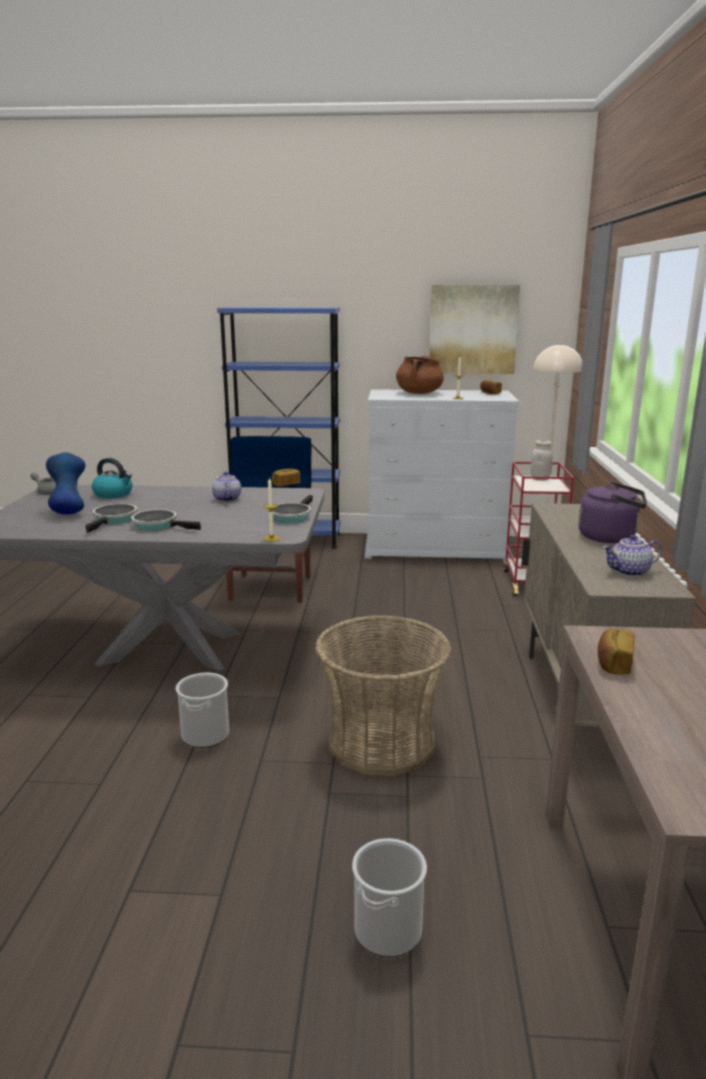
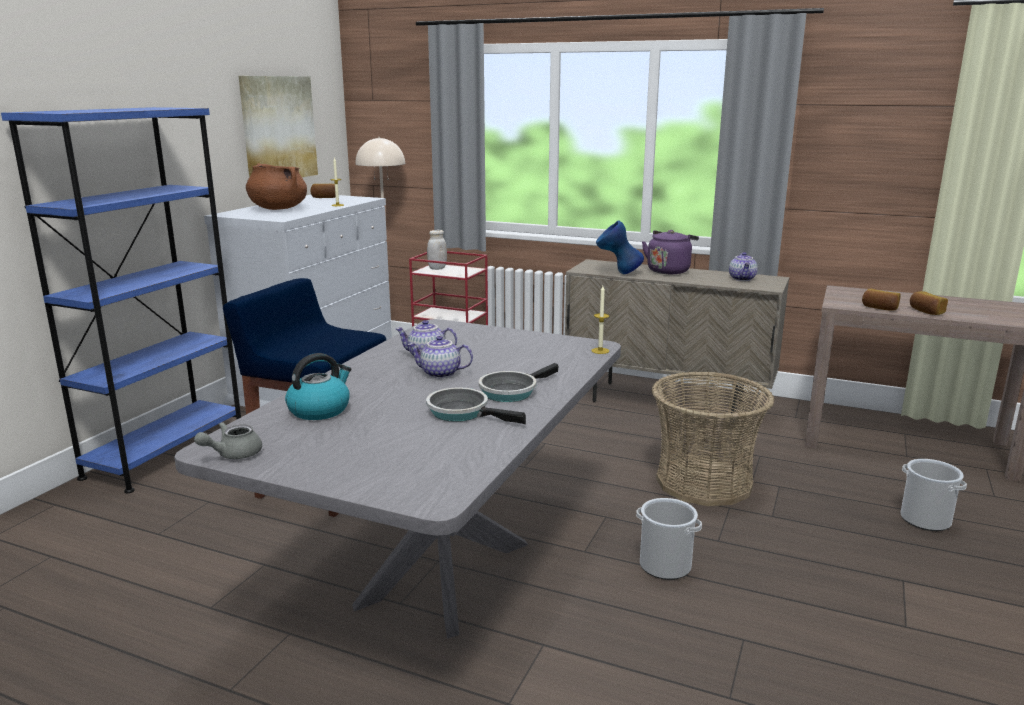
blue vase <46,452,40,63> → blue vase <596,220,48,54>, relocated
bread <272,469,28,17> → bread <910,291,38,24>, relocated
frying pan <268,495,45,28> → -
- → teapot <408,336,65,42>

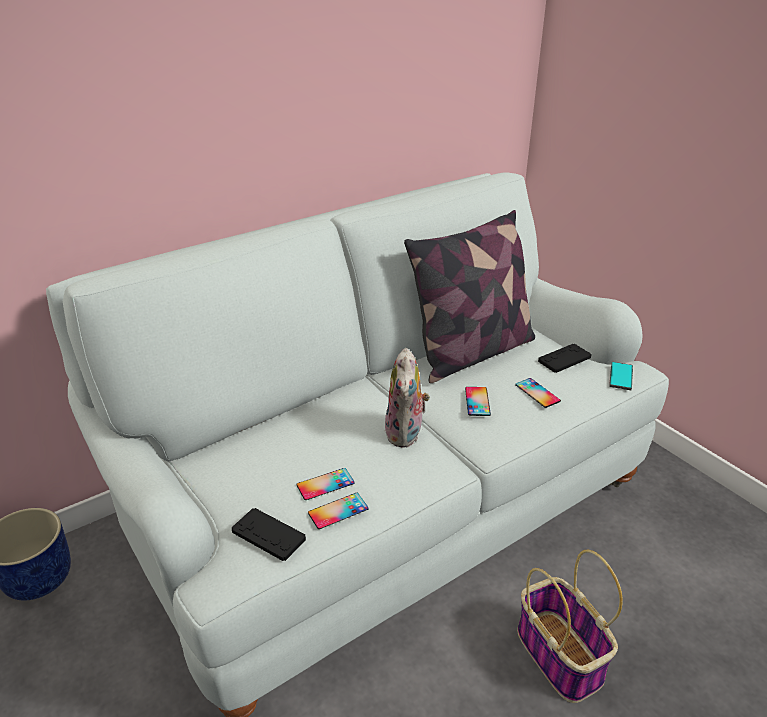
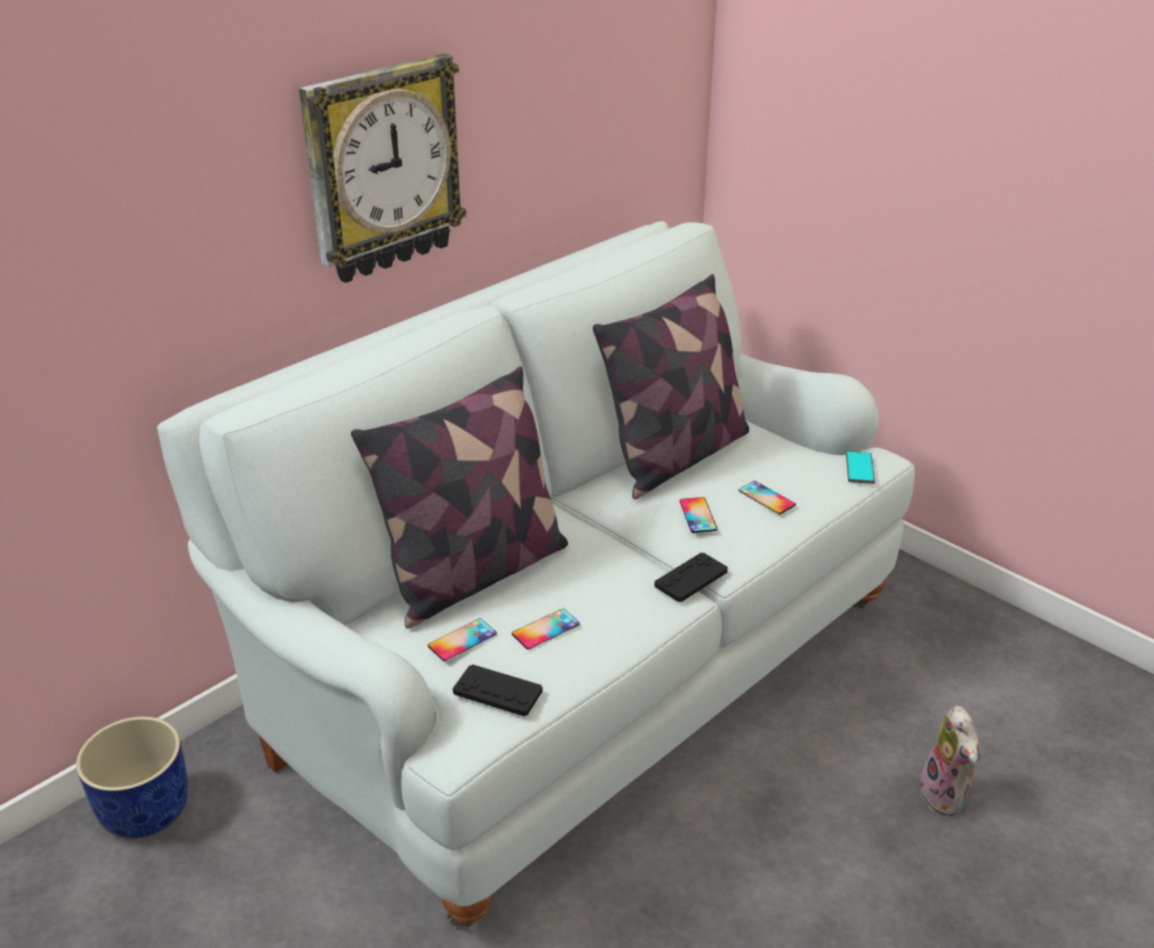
black game controller <538,344,53,29> → black game controller <655,553,73,49>, relocated
plush toy <384,348,46,100> → plush toy <920,706,61,110>, relocated
phone <308,493,60,36> → phone <428,618,69,43>, relocated
basket <517,550,106,153> → -
- → wall clock <299,53,167,230>
- → pillow <351,366,217,263>

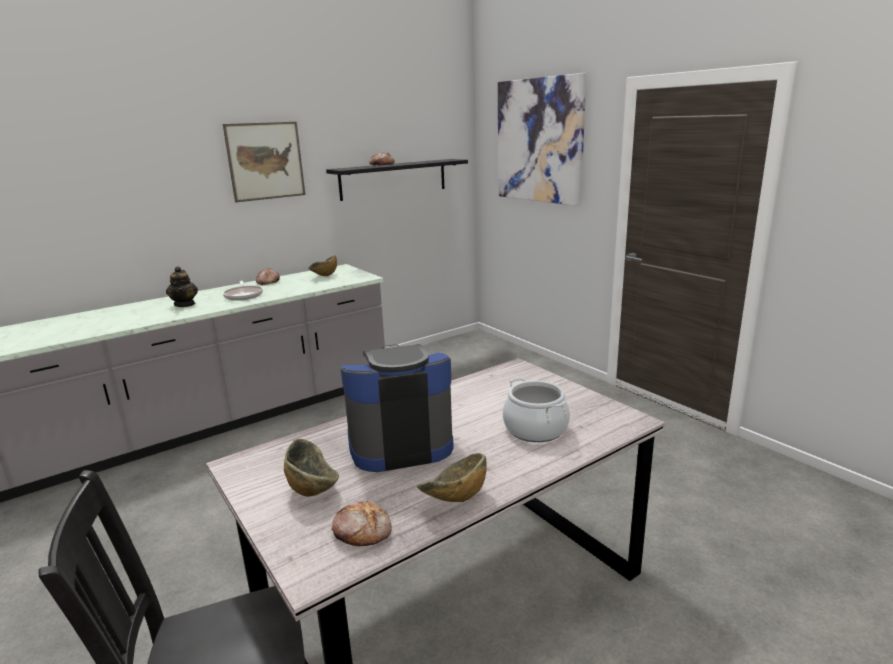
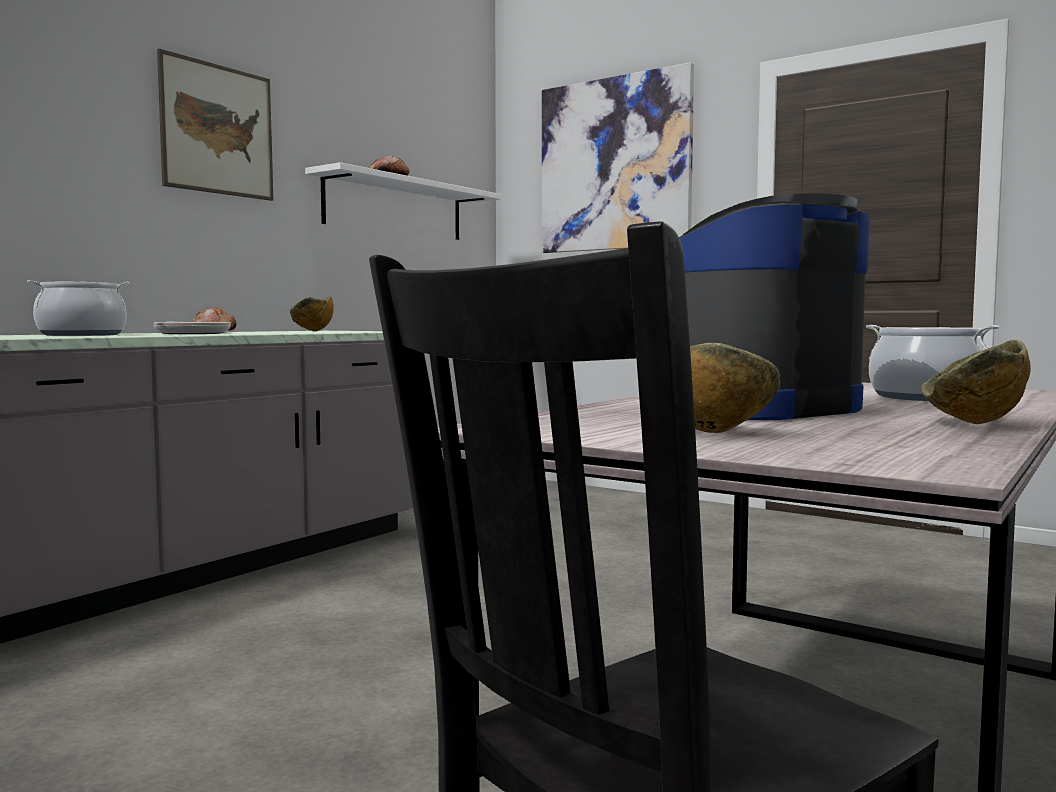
black shelf <326,159,142,42> → white shelf <305,162,196,78>
teapot <166,266,32,41> → cooking pot <27,280,102,56>
bread <332,500,60,46> → -

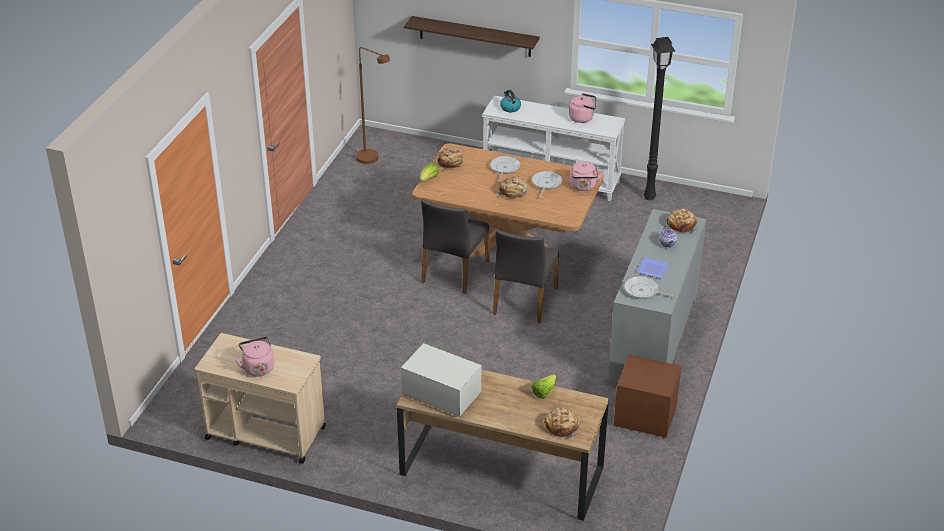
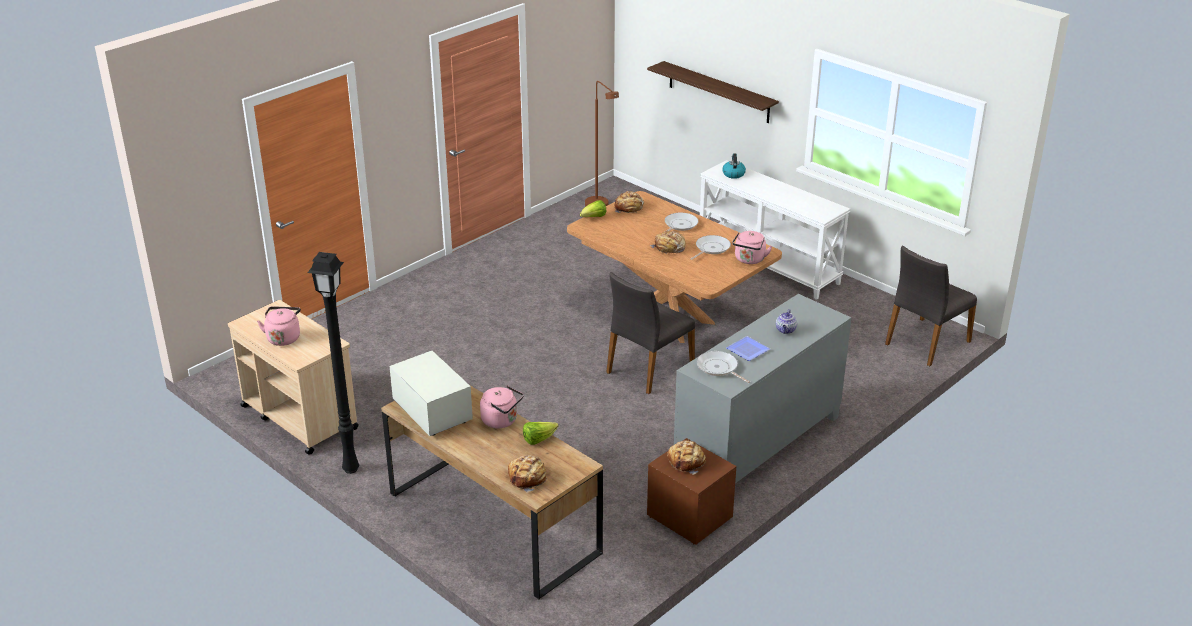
black floor lamp <644,37,32,163> → black floor lamp <307,252,52,222>, relocated
pink kettle <569,93,27,30> → pink kettle <480,385,44,43>, relocated
grey chair <421,199,69,95> → grey chair <885,246,92,120>, relocated
bread <666,209,31,23> → bread <667,440,39,35>, relocated

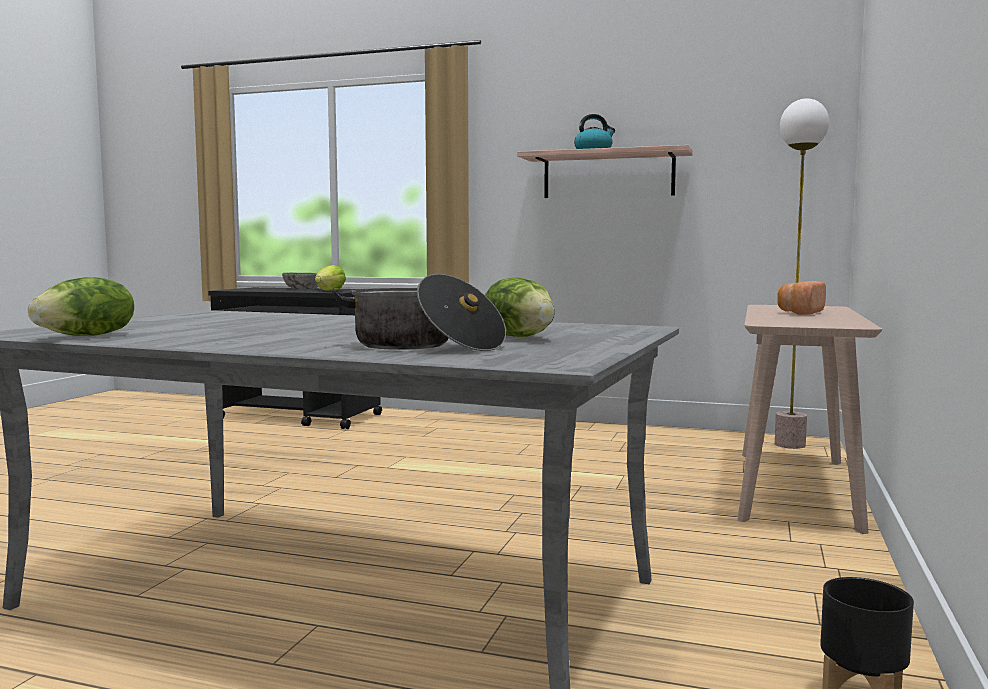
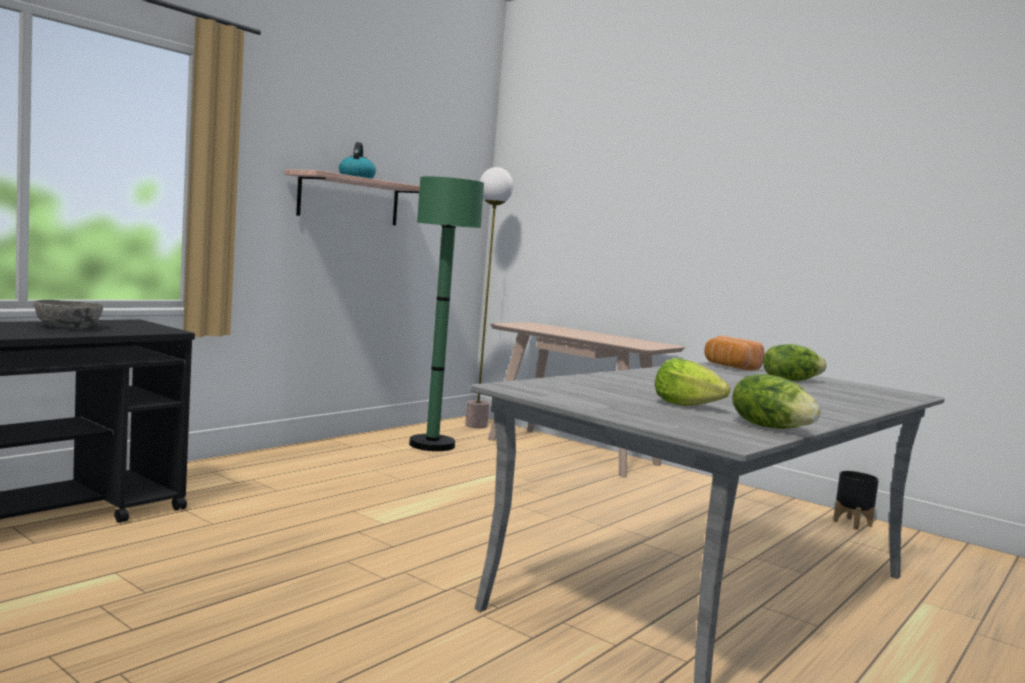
lettuce <315,265,31,26> → lettuce <655,358,75,48>, relocated
cooking pot <331,274,175,77> → -
bread <777,281,49,34> → bread <704,336,61,34>, relocated
- → green floor lamp <409,176,75,275>

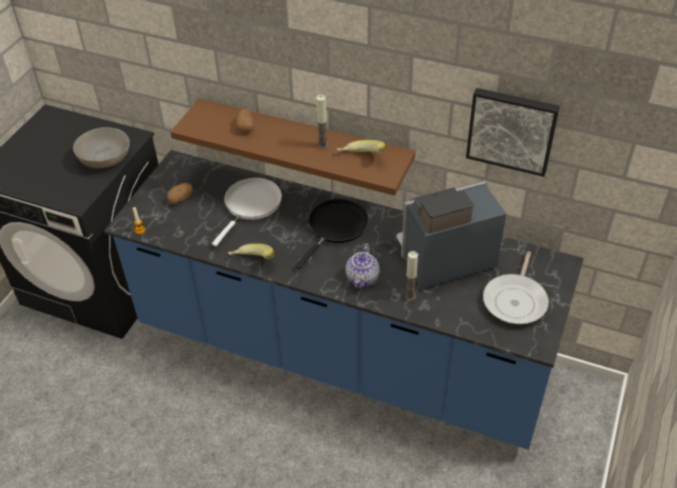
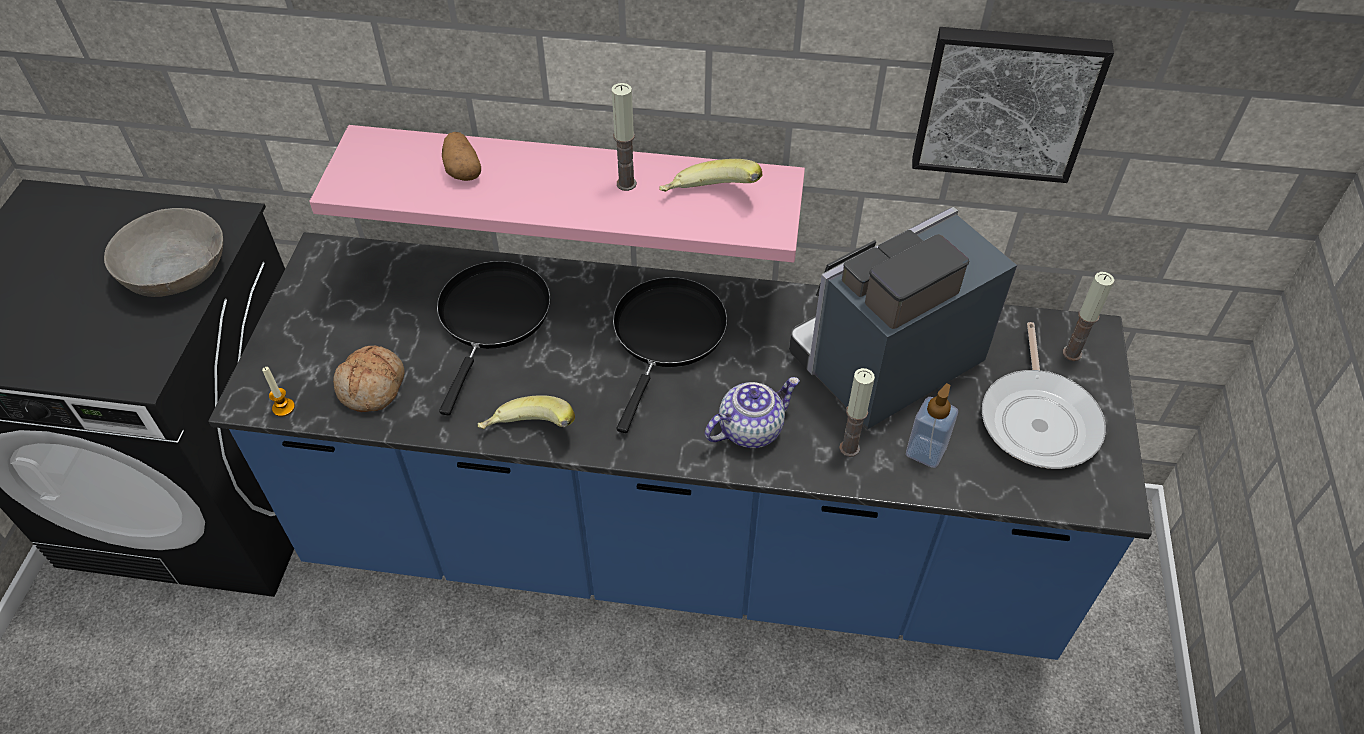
brown shelf <170,99,245,97> → pink shelf <309,125,496,138>
white frying pan <212,177,70,69> → black frying pan <437,261,114,154>
potato <167,183,26,21> → -
teapot <346,244,34,45> → teapot <705,377,95,71>, 120 degrees counterclockwise
- → candle <1063,272,51,89>
- → bread <333,346,71,66>
- → soap dispenser <906,383,52,85>

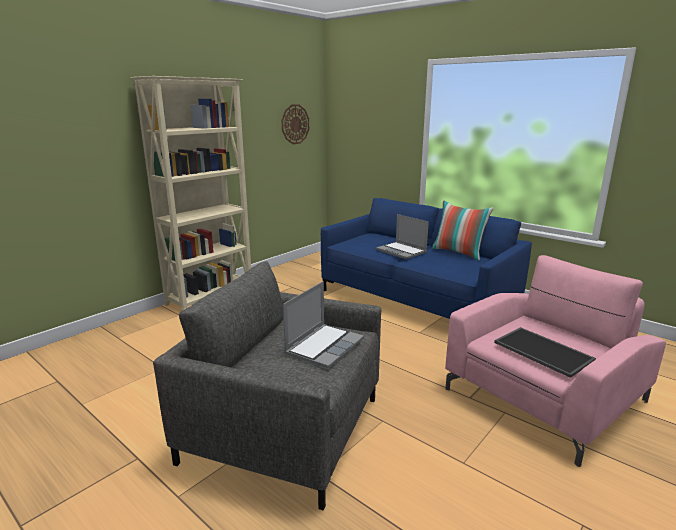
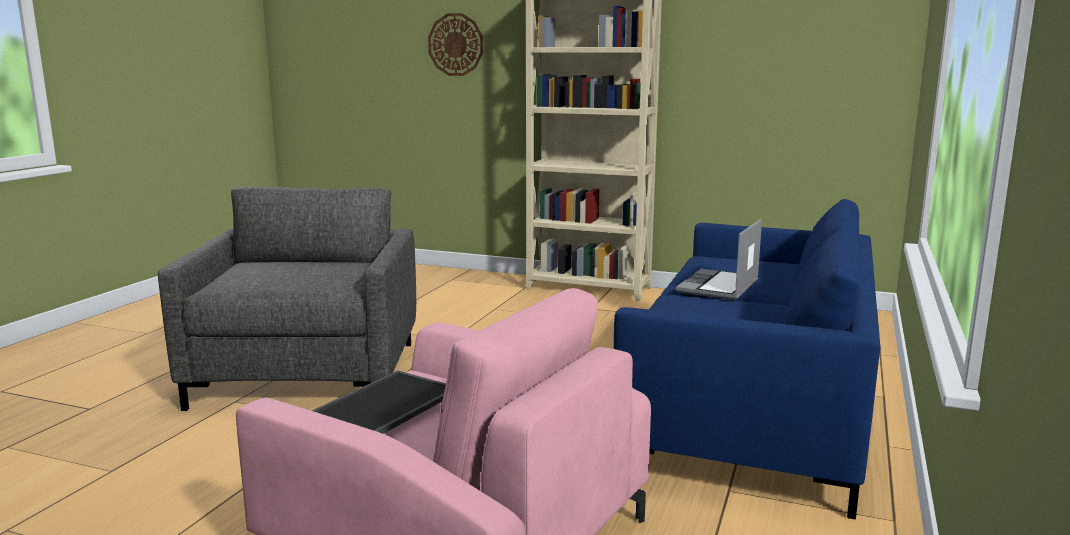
wall clock <282,104,27,40> → wall clock <428,13,55,63>, relocated
pillow <432,201,61,60> → -
laptop <283,281,81,88> → -

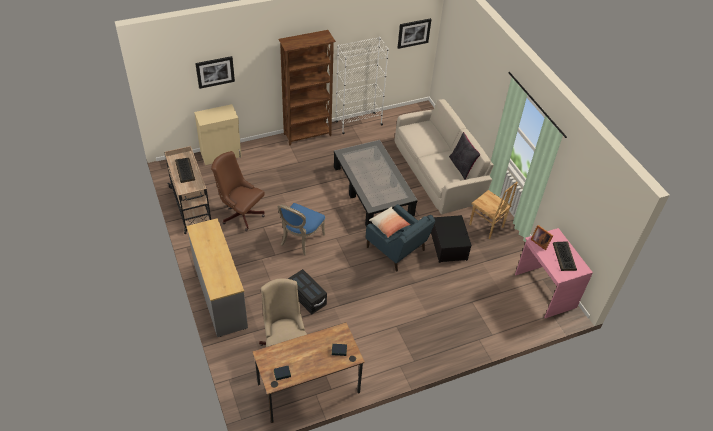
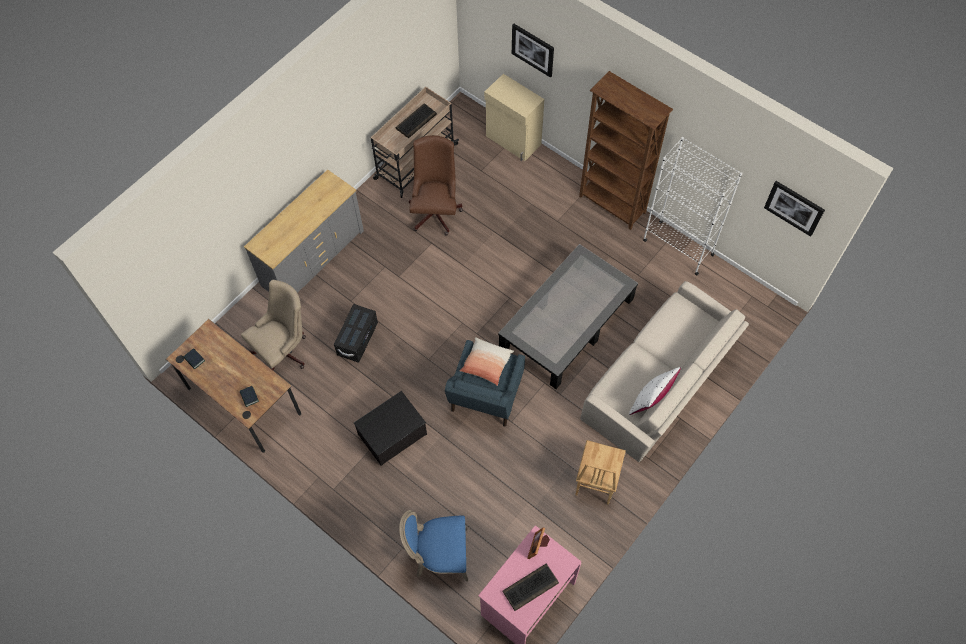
black pillow <449,132,31,47> → white pillow <629,367,52,48>
blue chair <278,203,47,53> → blue chair <399,510,69,71>, relocated
storage box <431,215,41,48> → storage box <354,391,73,75>, relocated

